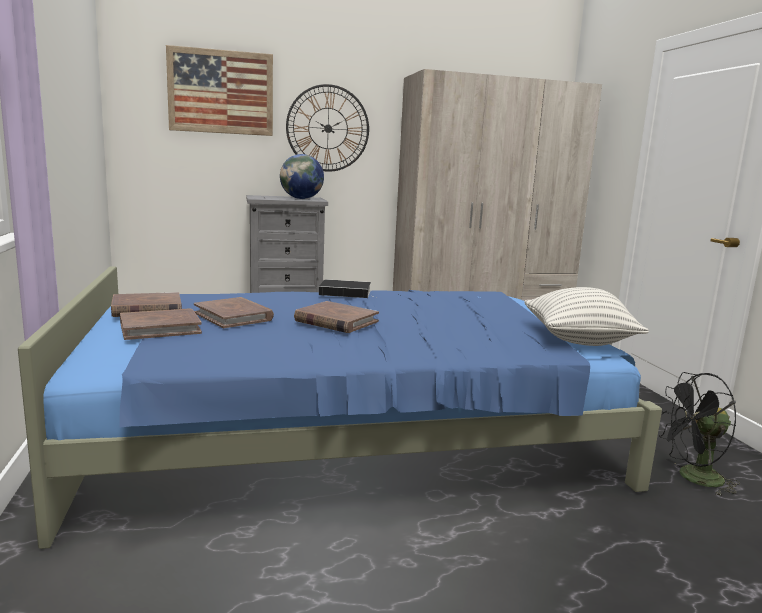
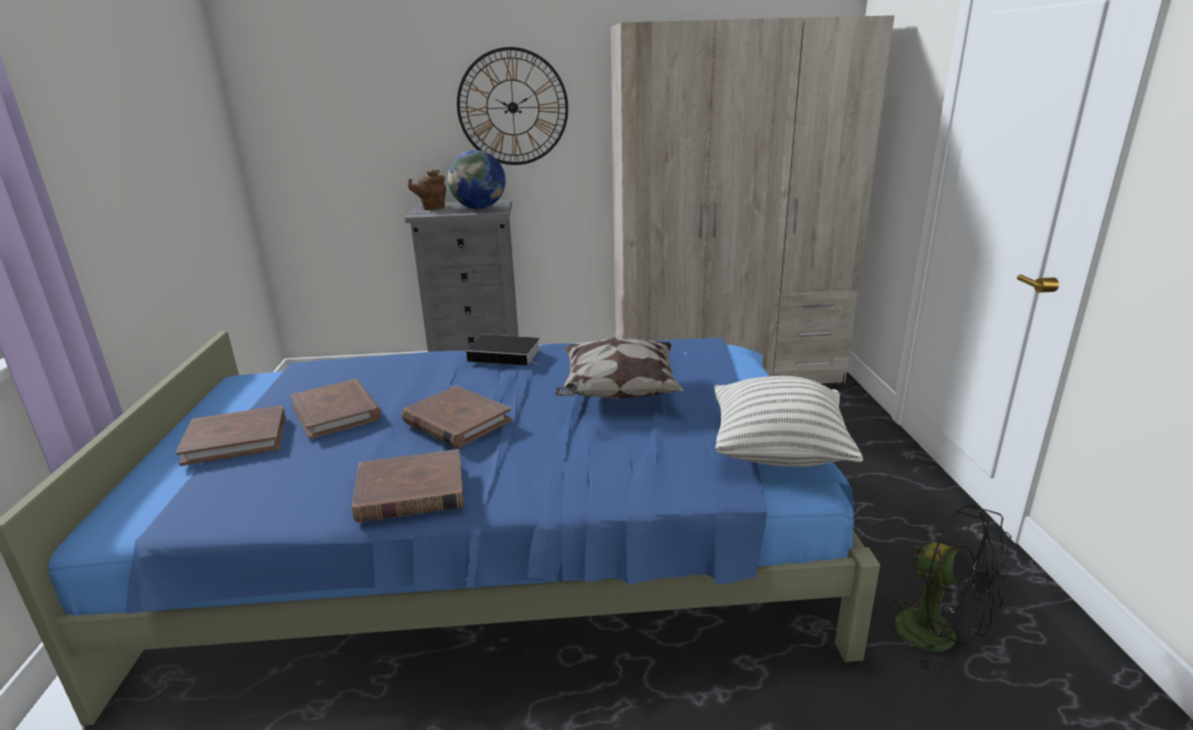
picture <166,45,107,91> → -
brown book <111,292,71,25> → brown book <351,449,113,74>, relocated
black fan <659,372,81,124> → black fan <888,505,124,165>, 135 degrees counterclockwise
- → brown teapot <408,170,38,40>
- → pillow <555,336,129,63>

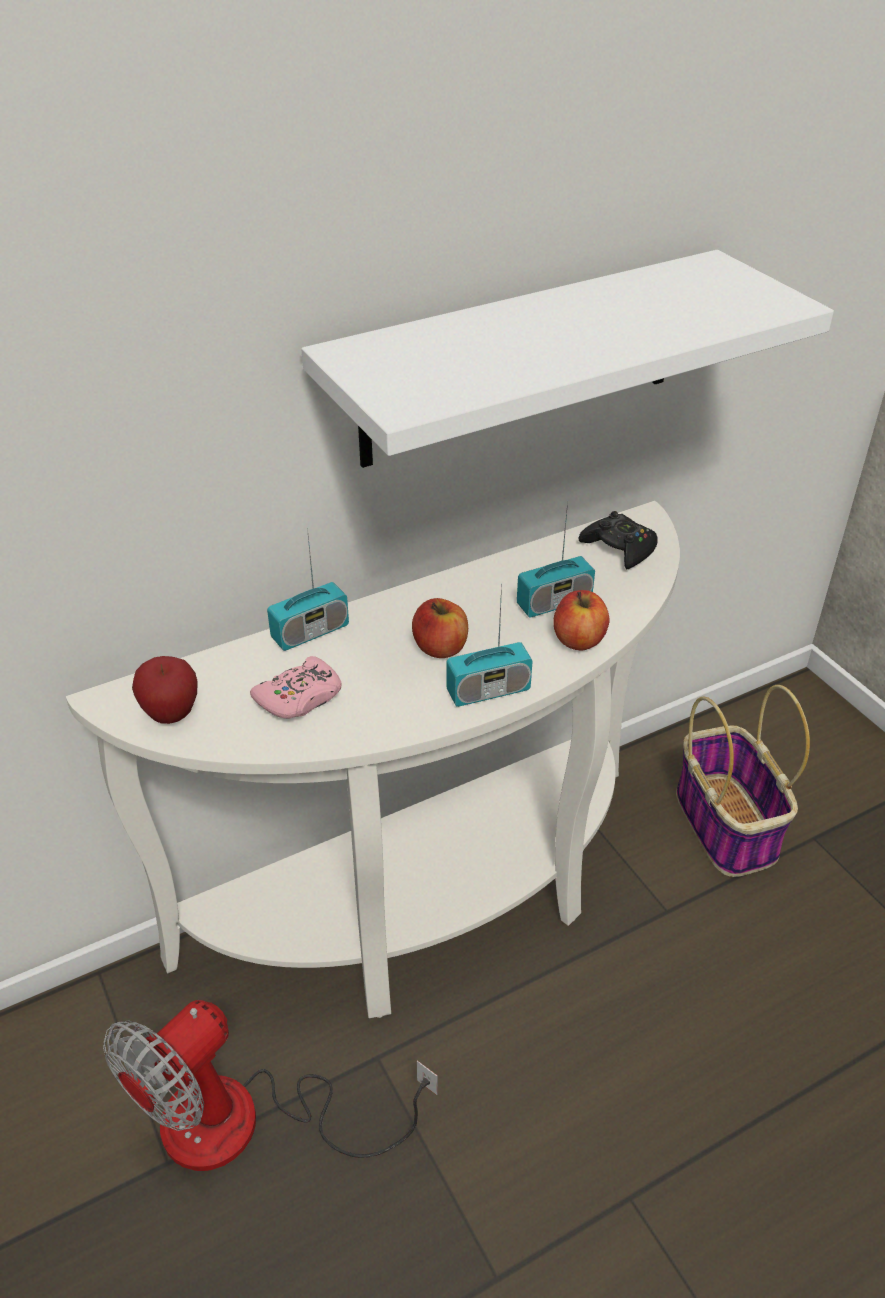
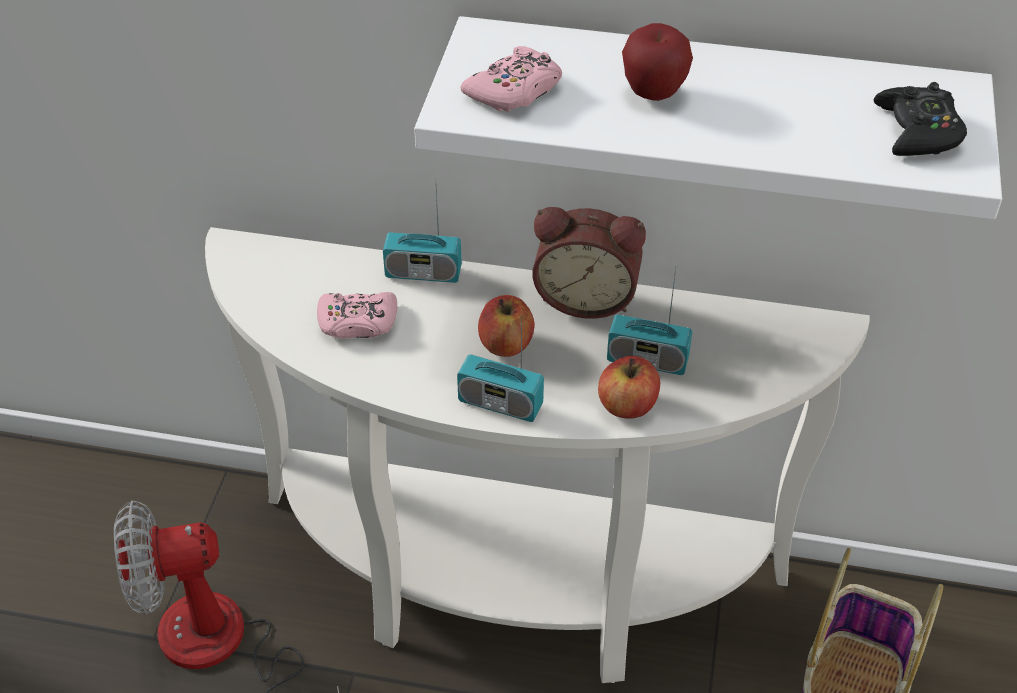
black game controller <578,511,80,59> → black game controller <874,82,93,74>, relocated
apple <132,656,66,68> → apple <622,23,71,78>, relocated
- → pink game controller <461,46,101,66>
- → alarm clock <532,207,114,112>

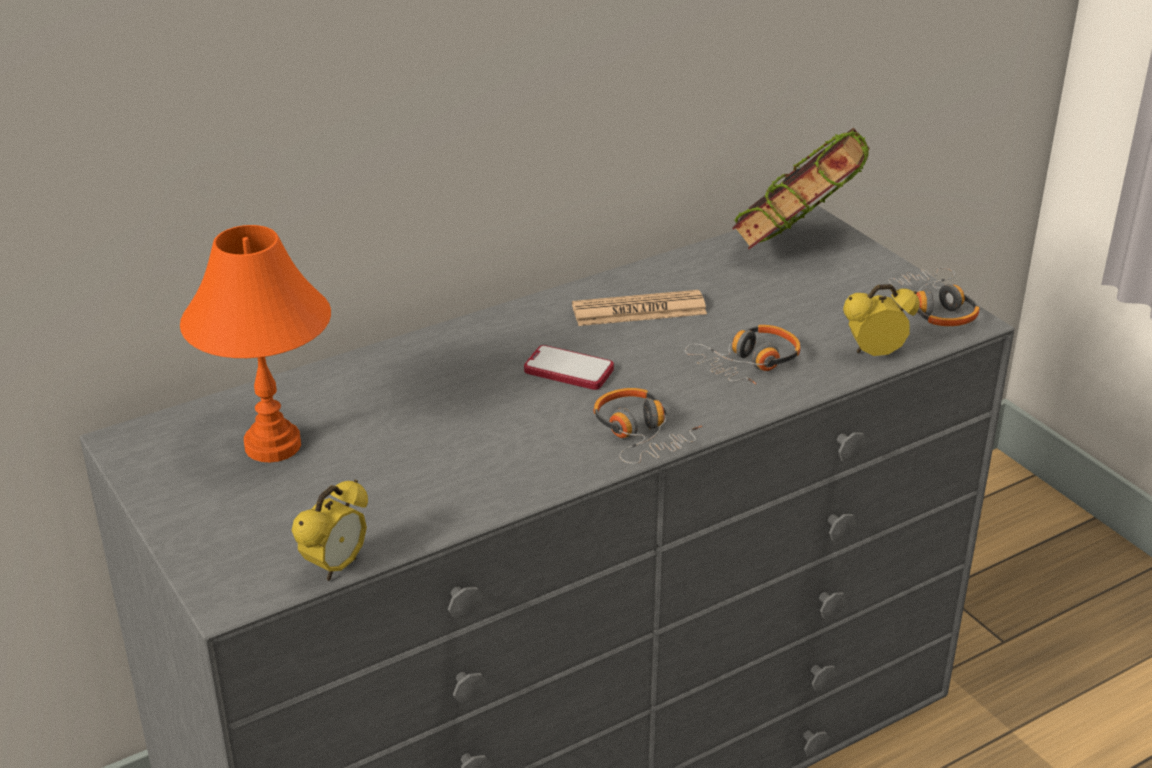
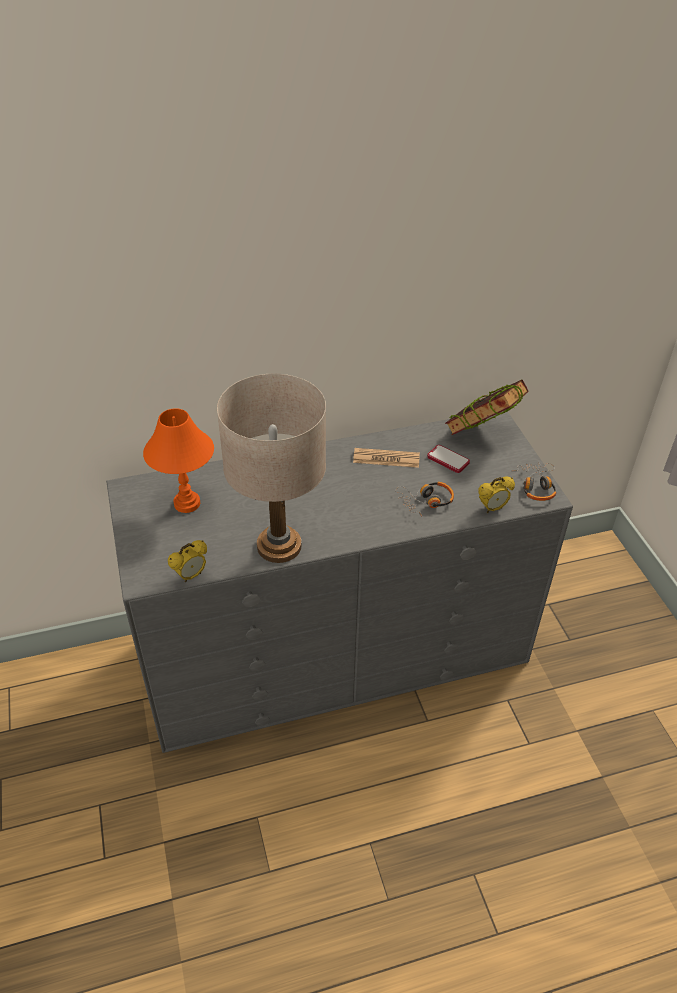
alarm clock <843,284,77,72> → alarm clock <478,477,37,36>, 150 degrees clockwise
phone <524,345,90,45> → phone <427,445,43,28>, relocated
headphones <593,388,109,76> → -
- → beige table lamp <217,374,109,189>

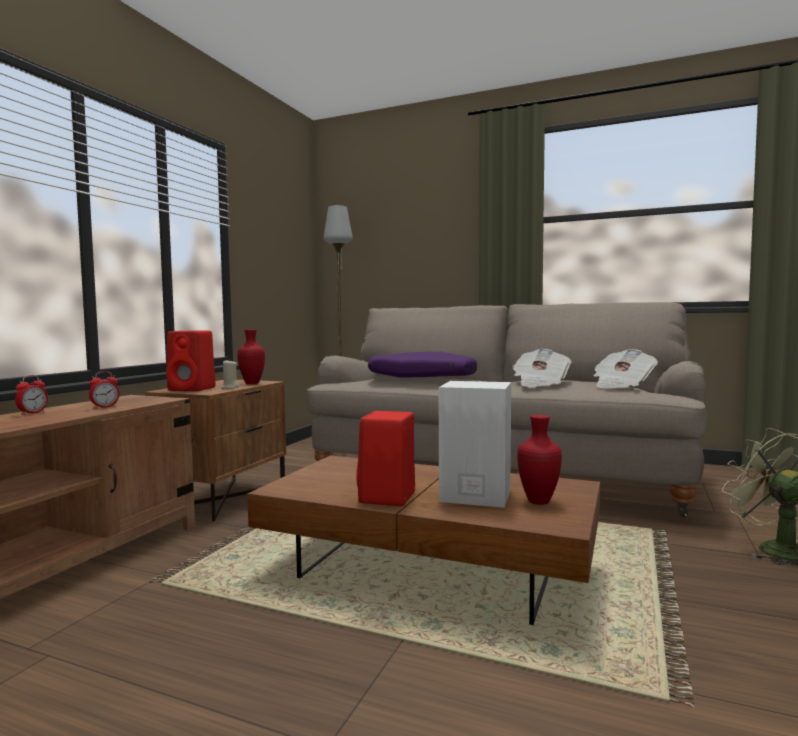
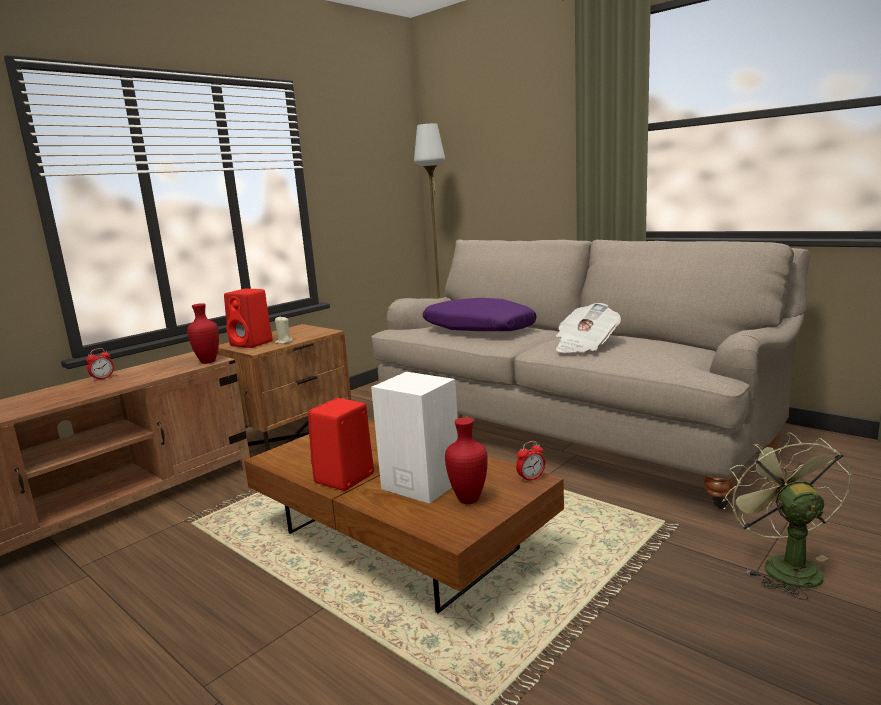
red vase <237,329,28,55> → red vase <187,303,32,61>, relocated
newspaper <594,349,64,40> → -
alarm clock <89,371,31,38> → alarm clock <516,441,29,42>, relocated

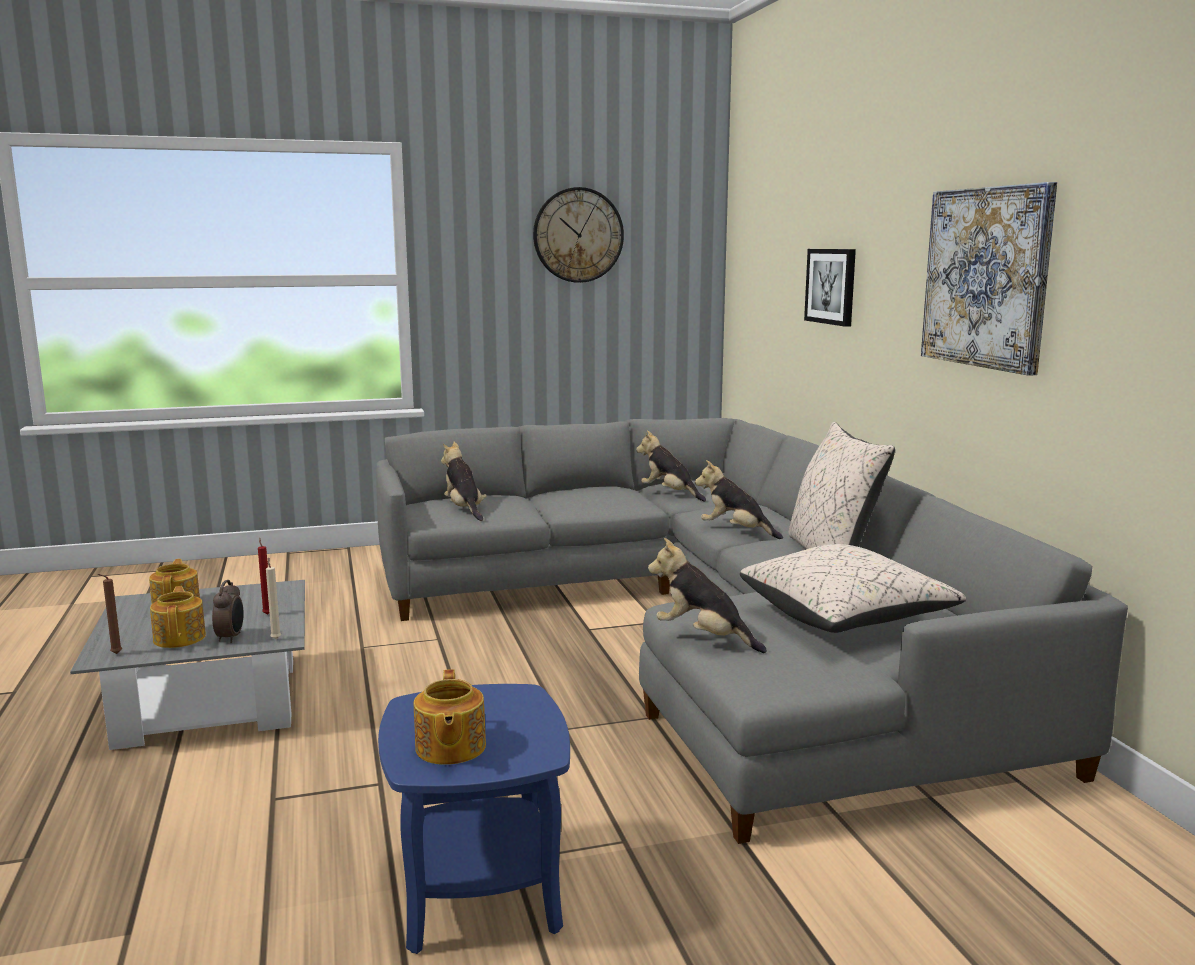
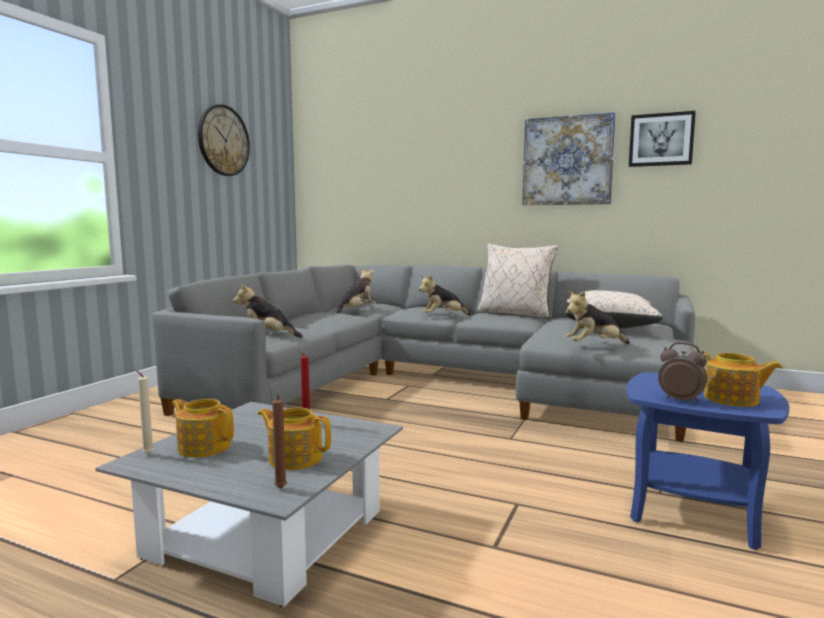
picture <804,249,52,78> → picture <629,111,67,56>, relocated
plush toy <636,430,70,71> → plush toy <337,268,39,45>, 135 degrees clockwise
beige candle <266,558,15,81> → beige candle <135,369,19,86>, relocated
alarm clock <212,580,32,63> → alarm clock <658,342,49,62>, relocated

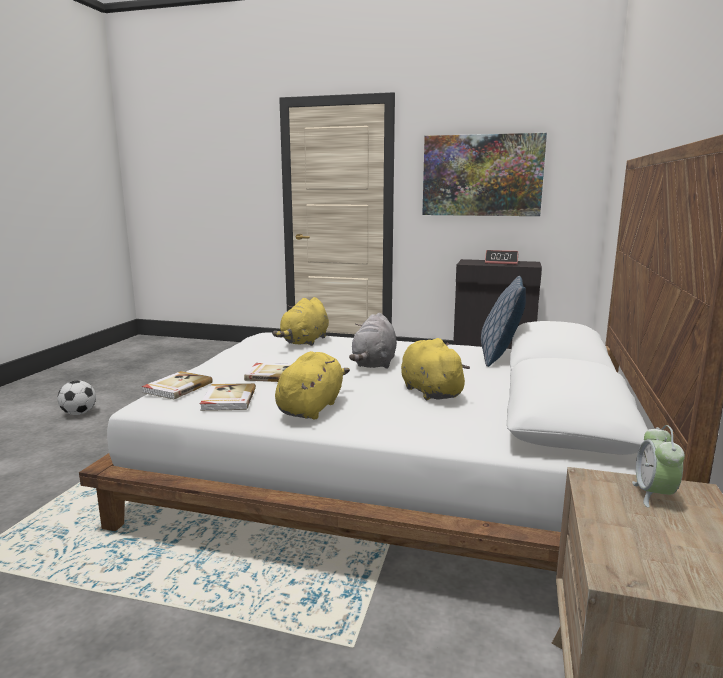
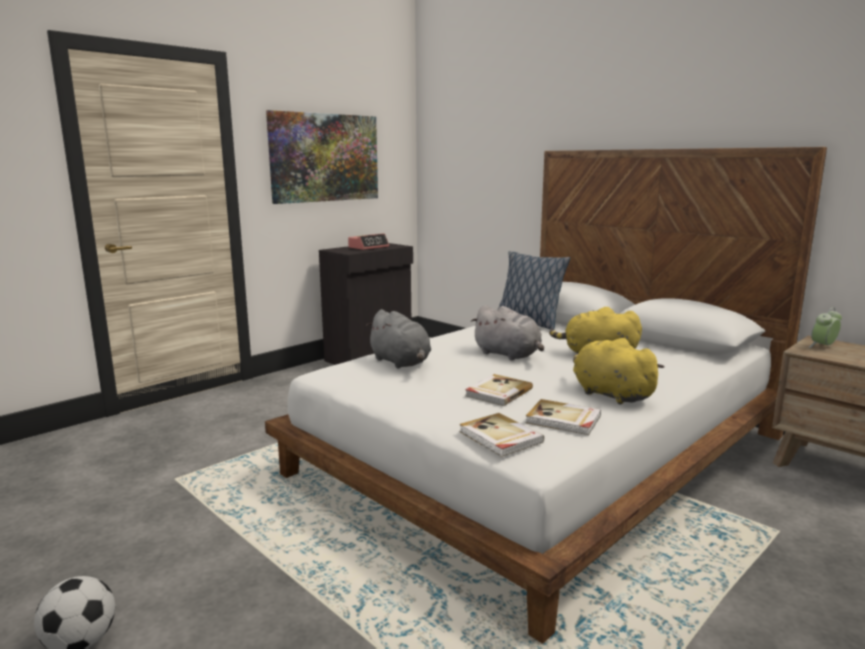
yellow plush toy <272,297,57,49> → grey plush toy <366,309,65,59>
alarm clock <632,425,53,83> → alarm clock <809,307,33,41>, 105 degrees clockwise

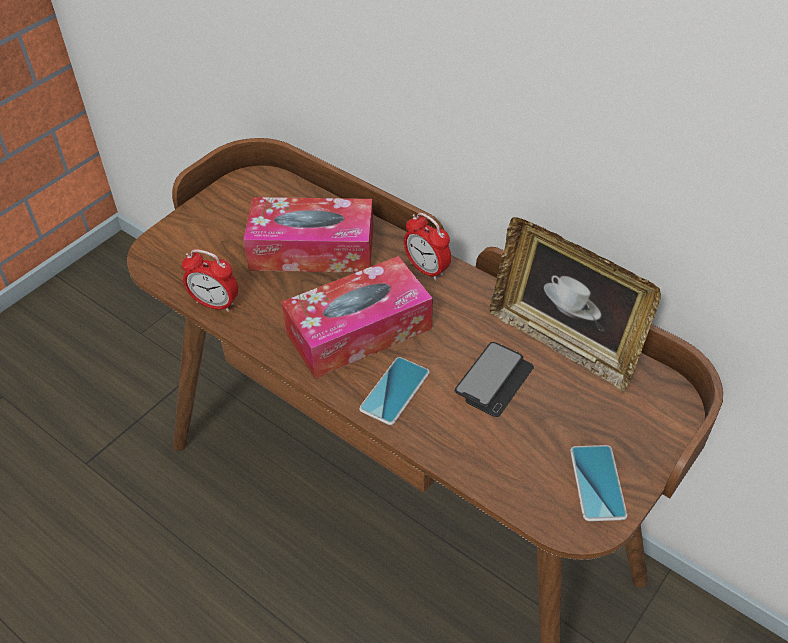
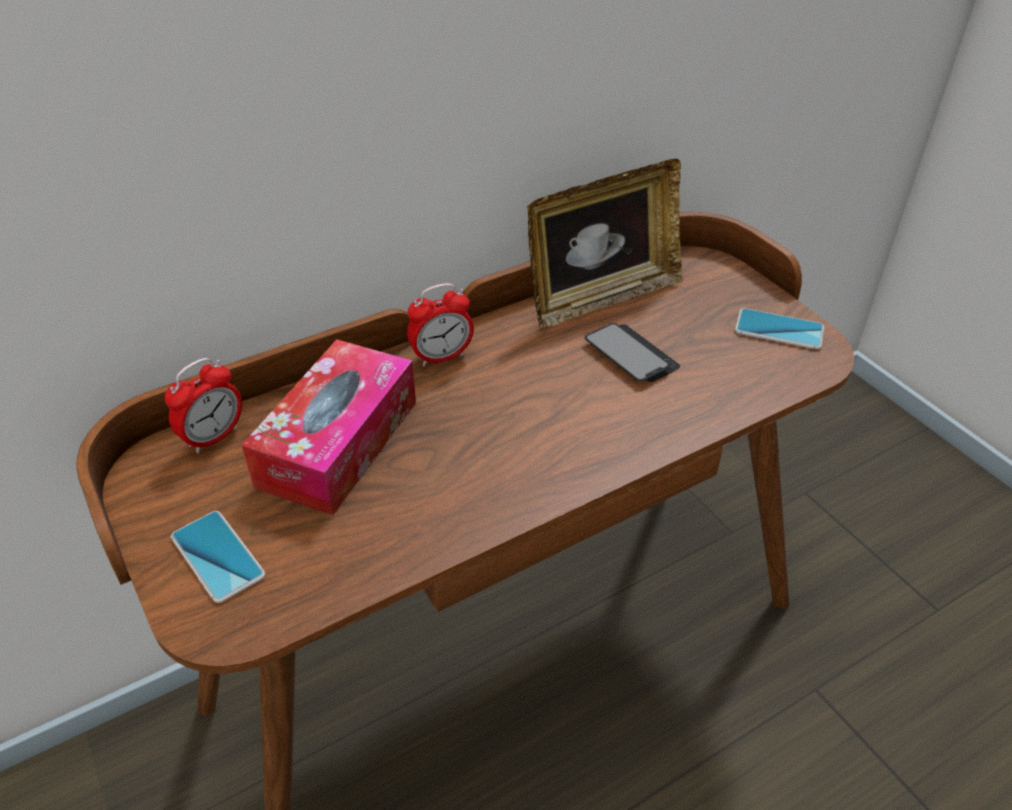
alarm clock <182,249,56,63> → alarm clock <164,358,78,96>, relocated
tissue box <281,256,152,123> → -
phone <359,357,71,68> → phone <171,511,94,92>, relocated

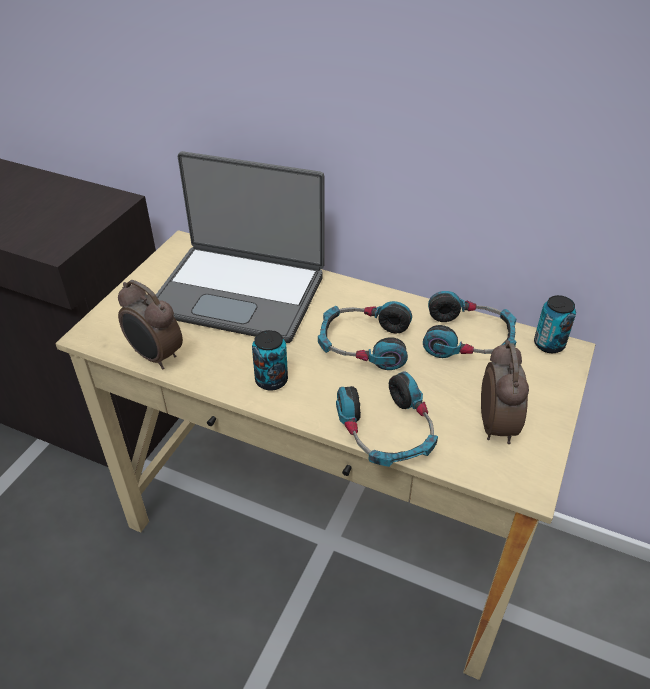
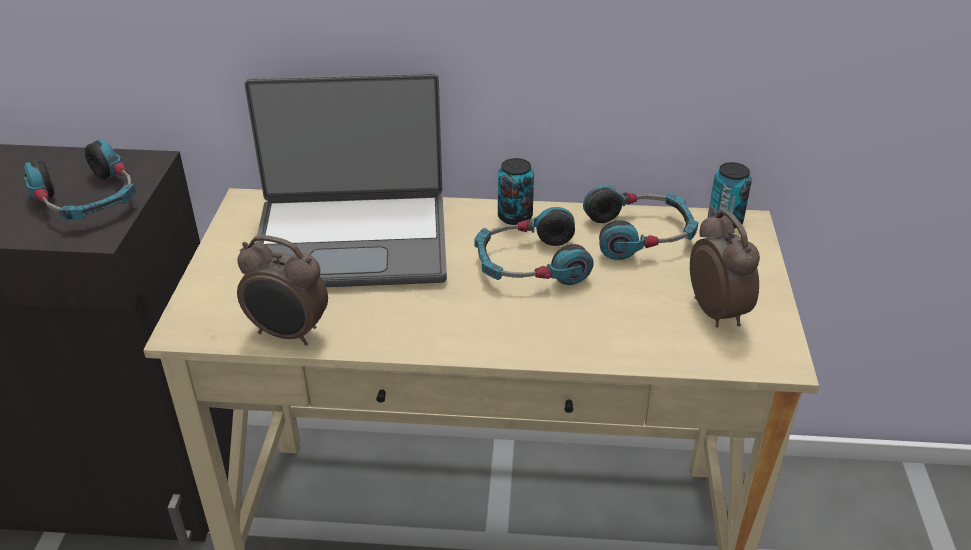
can <252,330,36,61> → can <498,158,36,67>, relocated
headphones <336,371,102,96> → headphones <24,139,112,80>, relocated

